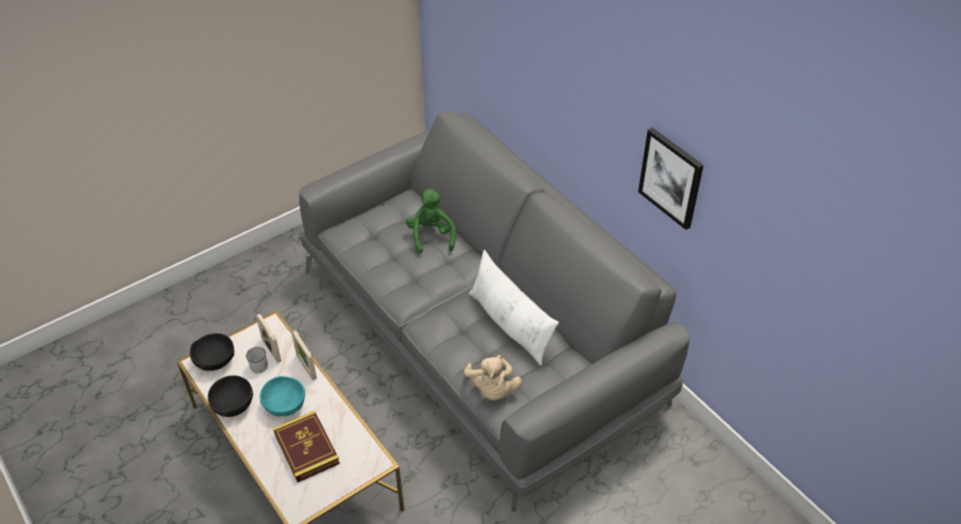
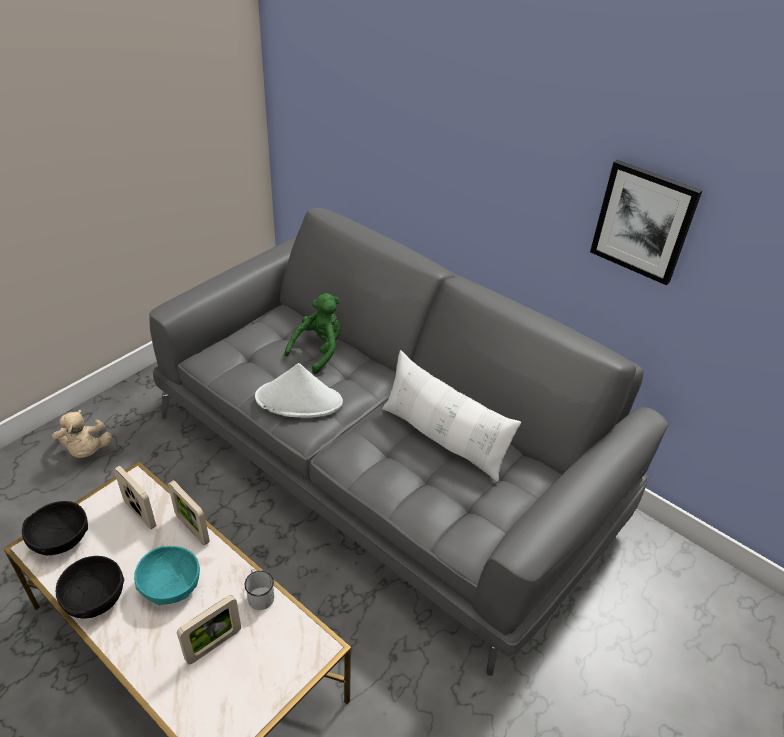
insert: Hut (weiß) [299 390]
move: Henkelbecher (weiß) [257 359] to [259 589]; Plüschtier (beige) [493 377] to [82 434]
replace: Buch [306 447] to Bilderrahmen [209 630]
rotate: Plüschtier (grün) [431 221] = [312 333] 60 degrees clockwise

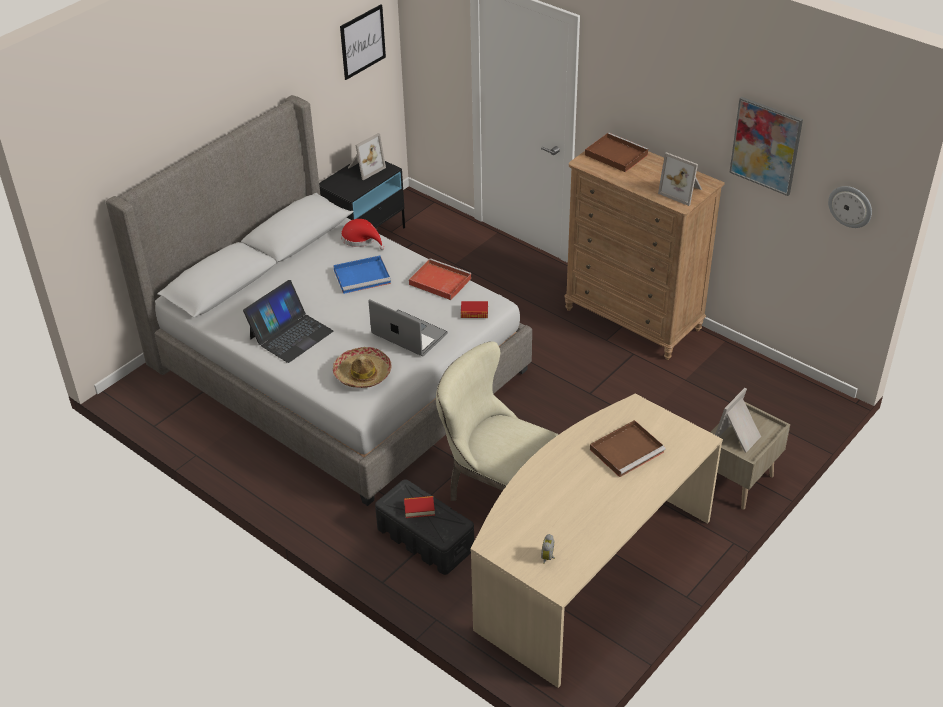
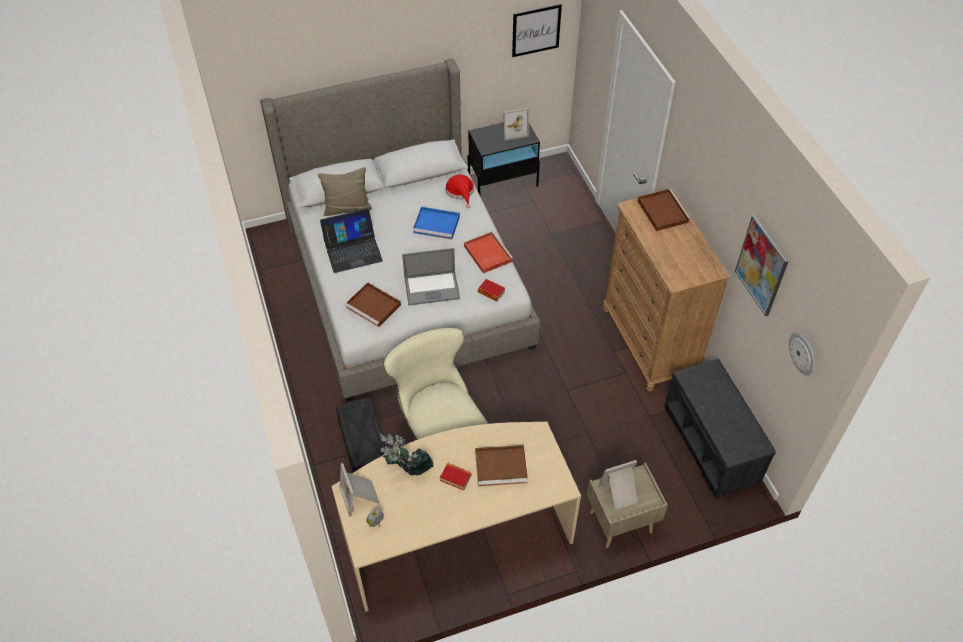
insert: Kissen (beige) [345 191]; Bank (grau) [720 428]; Topfpflanze [407 454]
move: Bilderrahmen [680 179] to [360 490]; Buch [419 507] to [456 477]
replace: Hut [362 367] to Tablett (braun) [373 304]
rotate: Laptop [408 328] = [431 276] 105 degrees clockwise

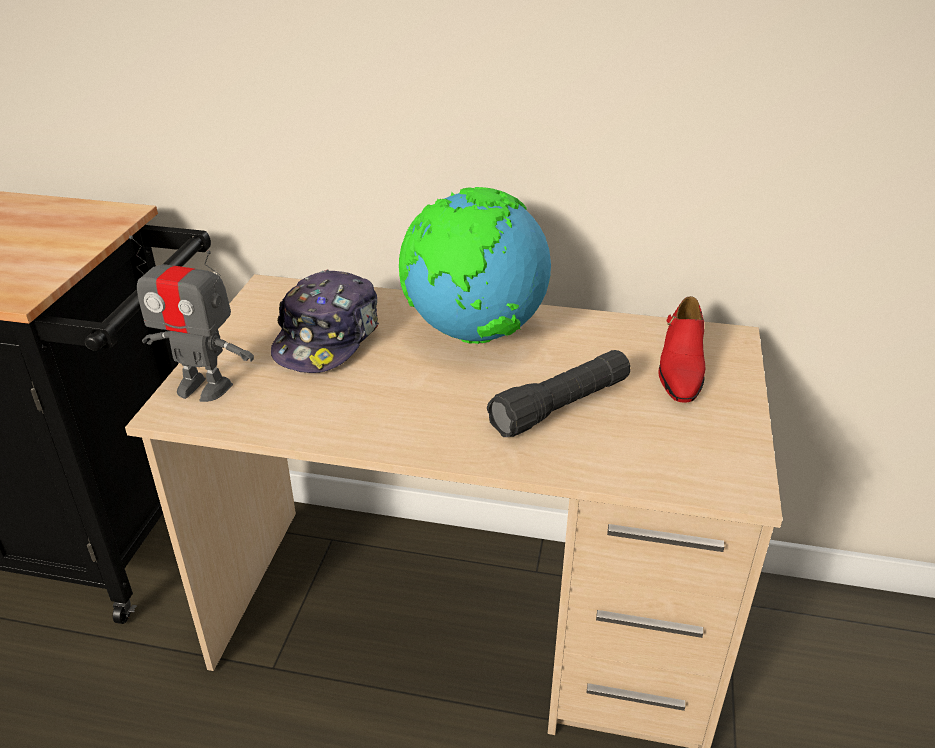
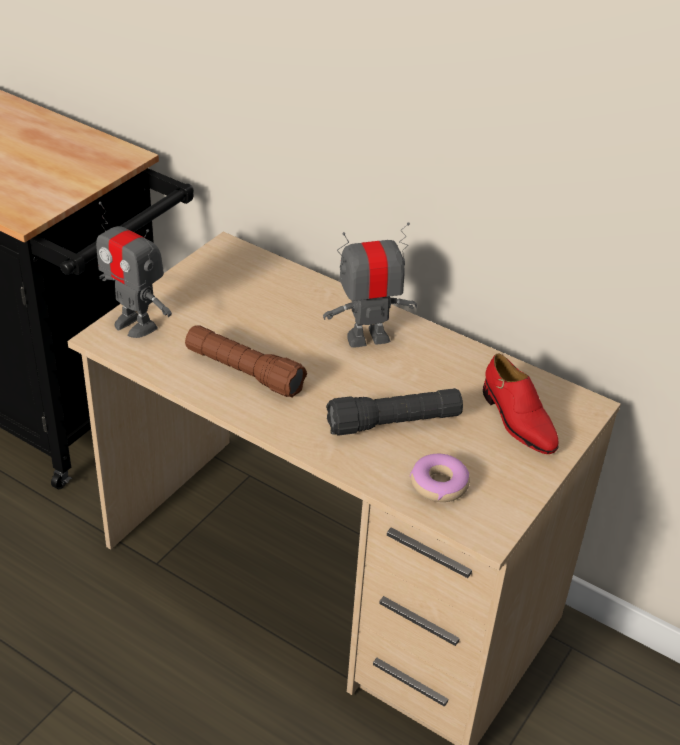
delete: Kappe [325 321]
insert: Taschenlampe (braun) [246 361]; Donut [440 478]
replace: Globus [475 265] to Spielzeugroboter [370 285]
rotate: Schuh (rot) [681 349] = [521 404] 60 degrees counterclockwise

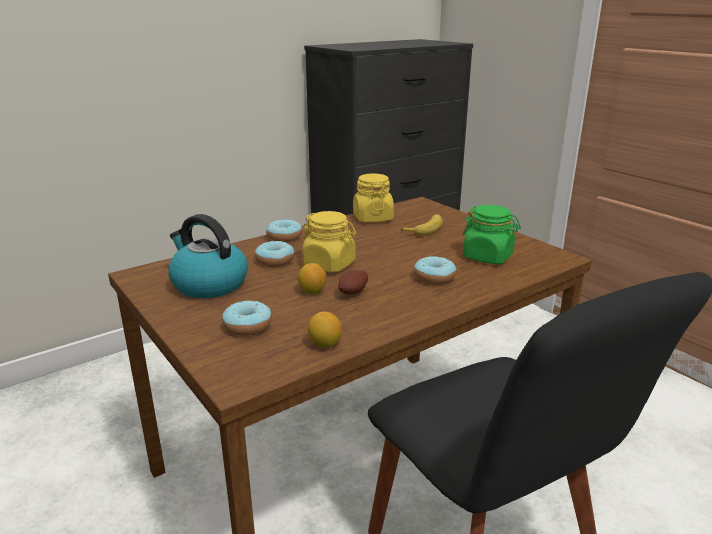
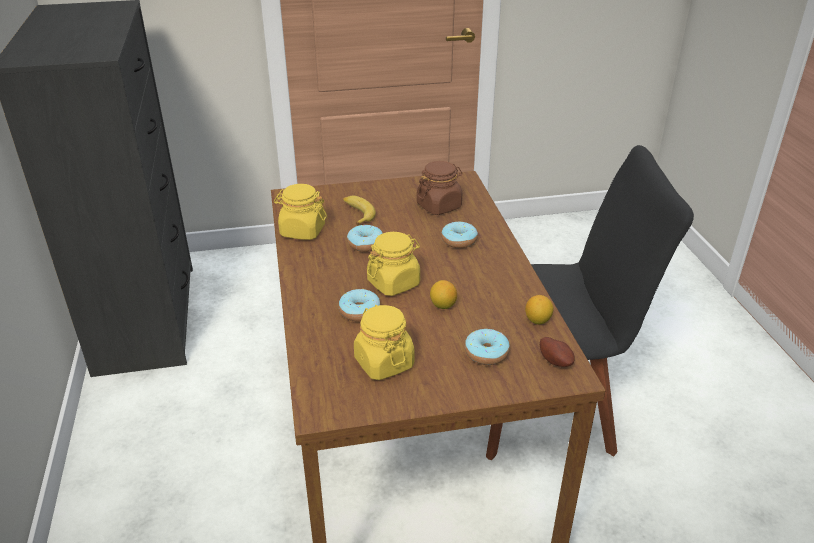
move: Donut [284 230] to [365 238]; Kartoffel [353 282] to [557 352]
replace: Wasserkessel [208 256] to Vorratsglas (gelb) [384 342]
recolor: Vorratsglas (grün) [492 234] to Vorratsglas (braun) [440 188]

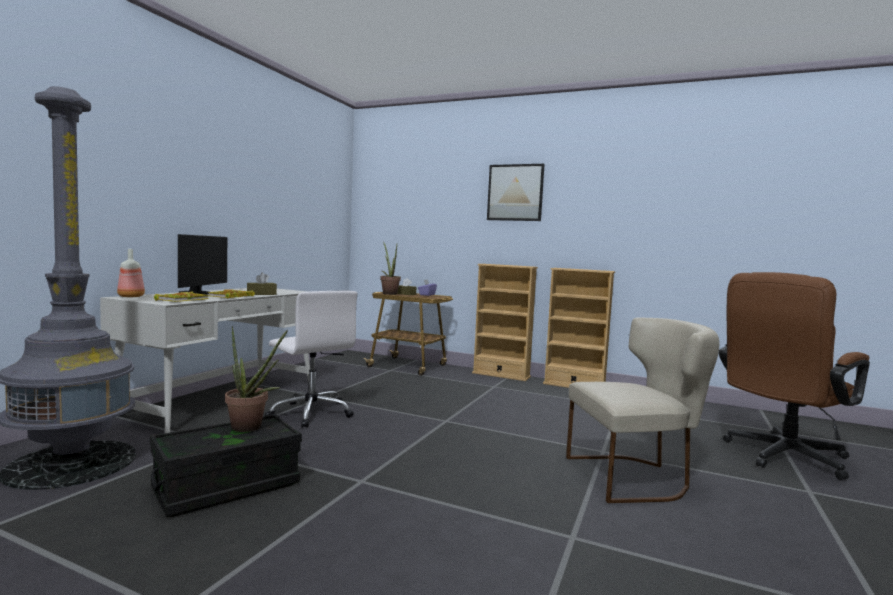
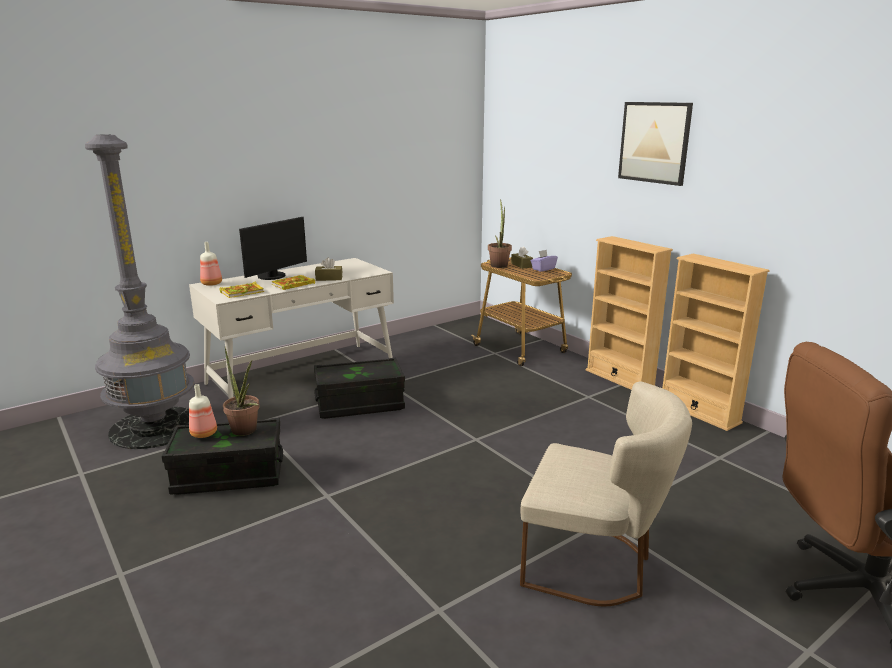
insert: Flasche [203 411]
replace: Bürostuhl (weiß) [310 359] to Aufbewahrungsbox (schwarz) [359 388]

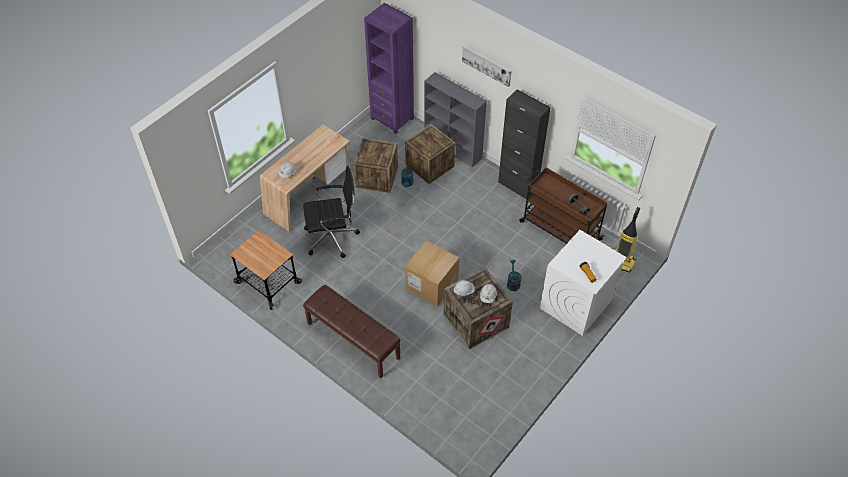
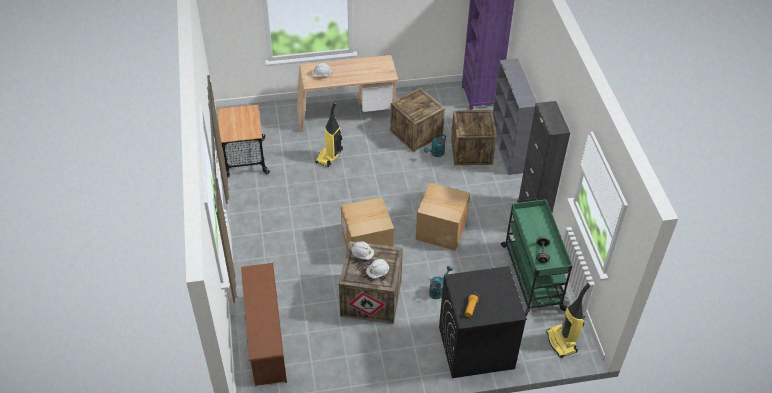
delete: Bild [486 66]; Bank (braun) [352 331]
insert: Karton [442 217]; Schuhregal (braun) [264 324]
replace: Bürostuhl (schwarz) [331 212] to Staubsauger [329 134]
recolor: Rollwagen (braun) [563 205] to Rollwagen (grün) [537 257]; Waschmaschine (weiß) [583 283] to Waschmaschine (schwarz) [483 322]

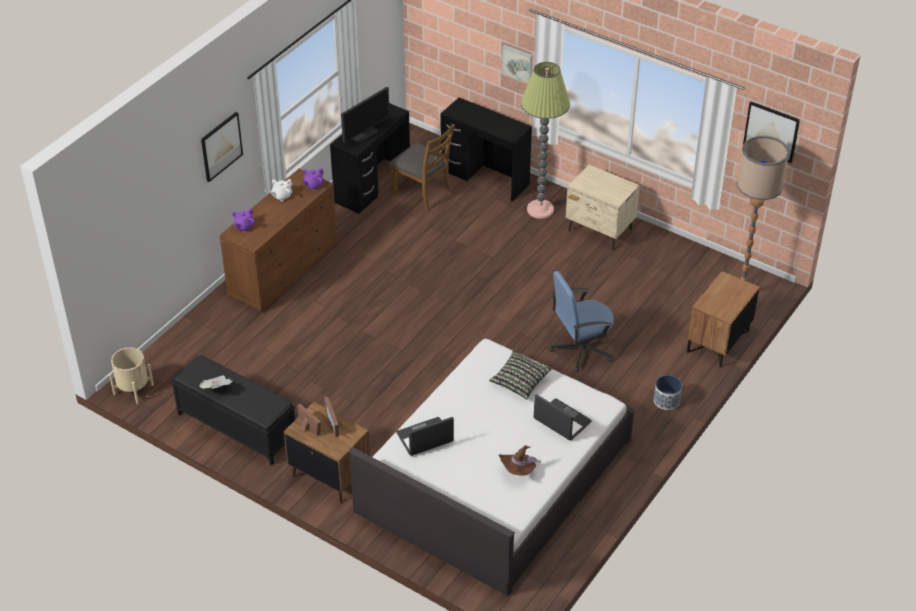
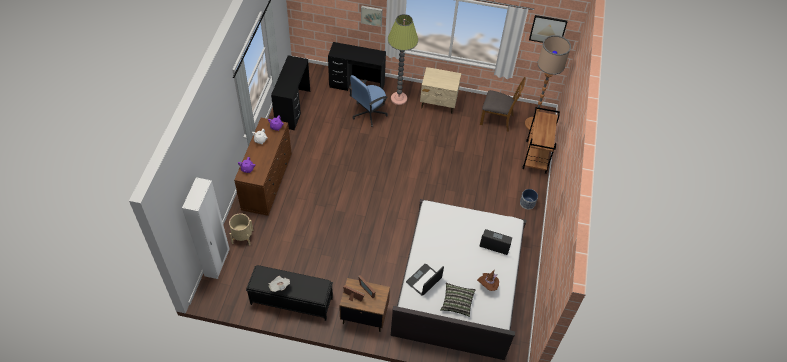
delete: Monitor [365 115]; Bild [222 147]
insert: Kleiderschrank (weiß) [206 228]
move: Stuhl (braun) [422 168] to [503 104]; Bürostuhl (blau) [582 321] to [368 101]; Pflanzkübel (beige) [131 375] to [241 229]; Kissen [520 375] to [458 300]
replace: Nachttisch (braun) [723 319] to Rollwagen (braun) [541 140]

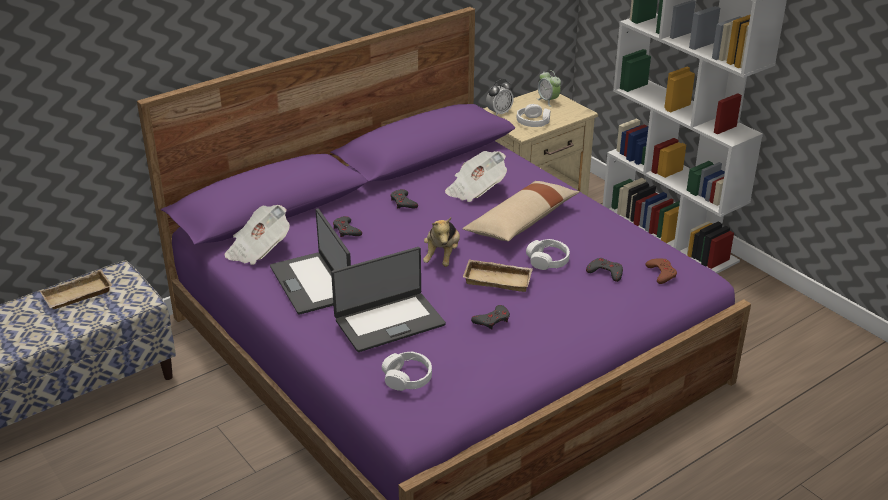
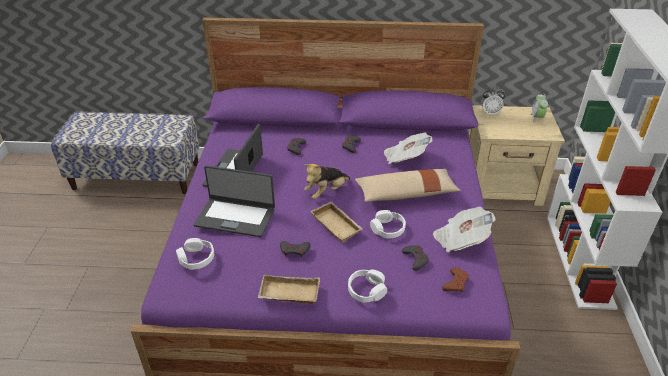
move: Kopfhörer (weiß) [533 115] to [367 286]; Zeitung [257 235] to [464 229]; Tablett (beige) [76 289] to [289 289]

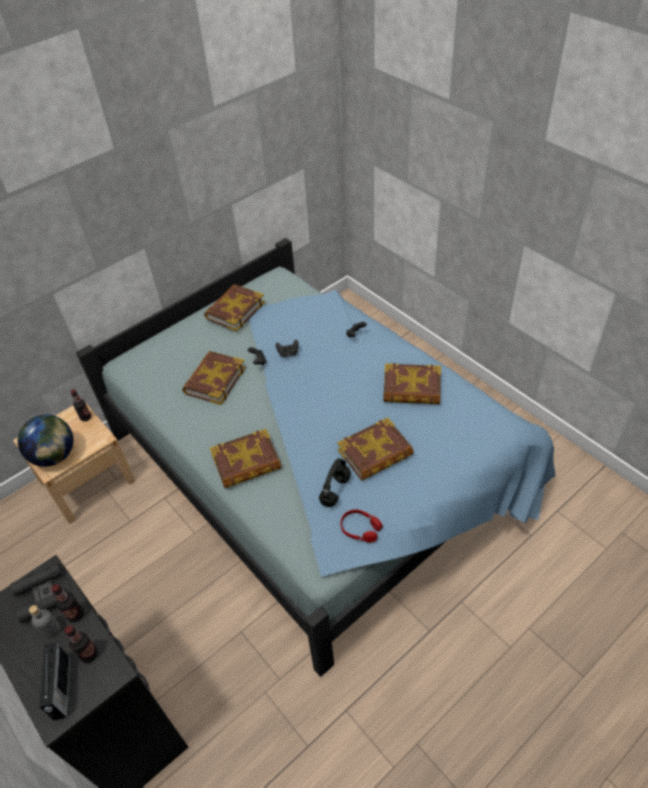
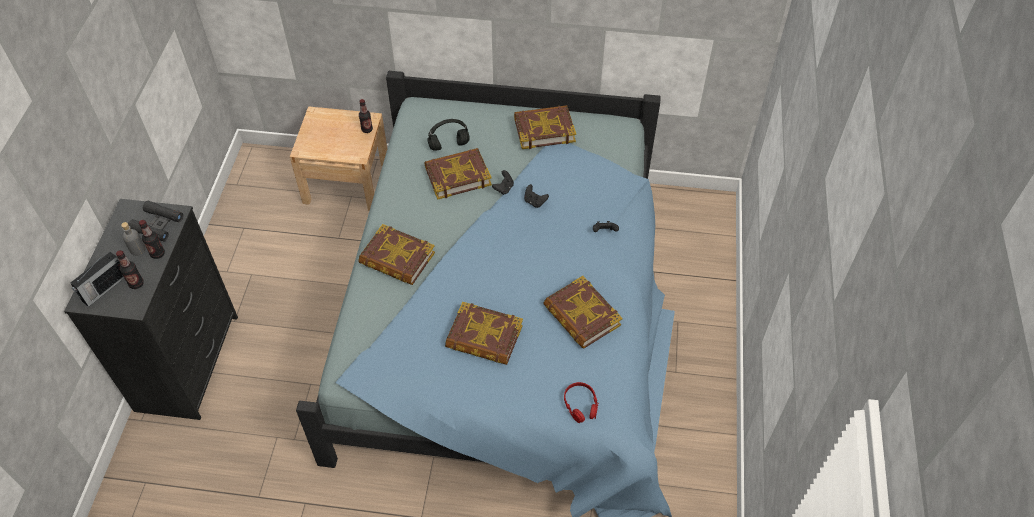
delete: Globus [45 441]
move: Kopfhörer (schwarz) [335 482] to [448 135]; Kopfhörer (rot) [362 526] to [581 402]

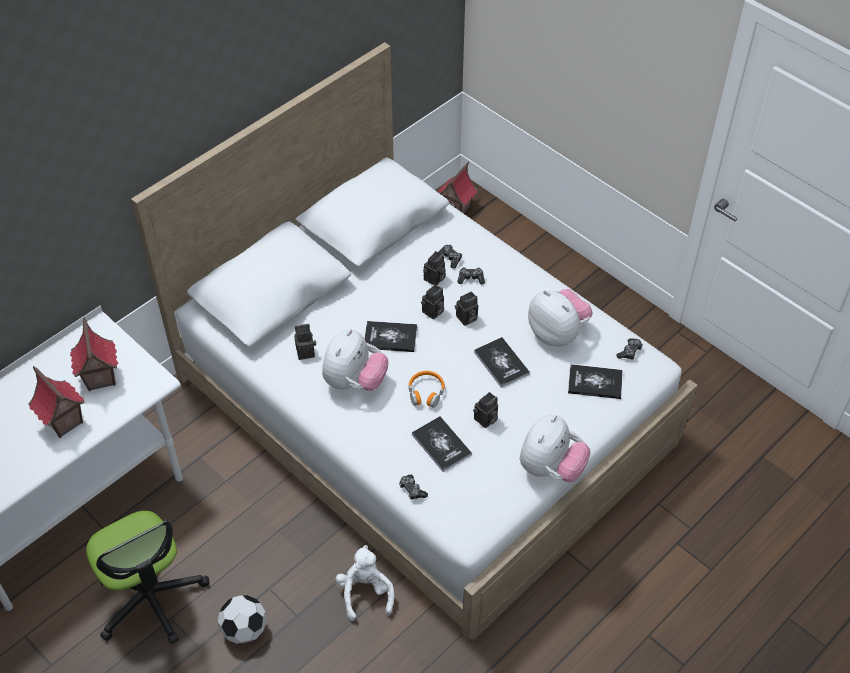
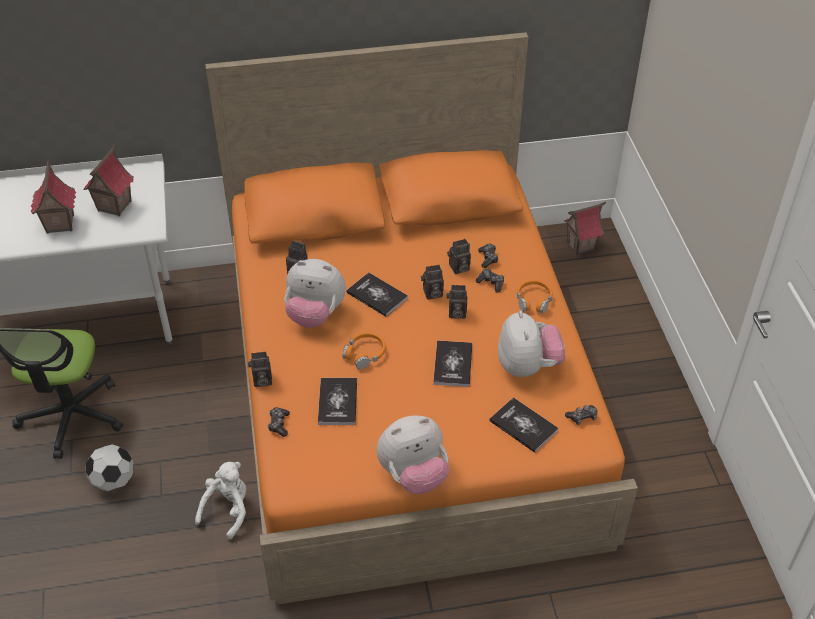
insert: Kopfhörer (orange) [535 297]
move: Kamera [485 410] to [260 369]
recolor: Bett (weiß) [414 341] to Bett (orange) [421 318]
rotate: Plüschtier [355 360] = [315 293] 45 degrees clockwise

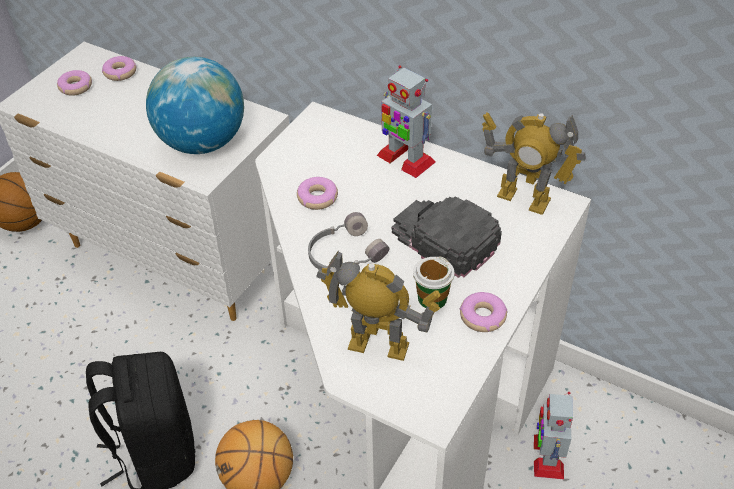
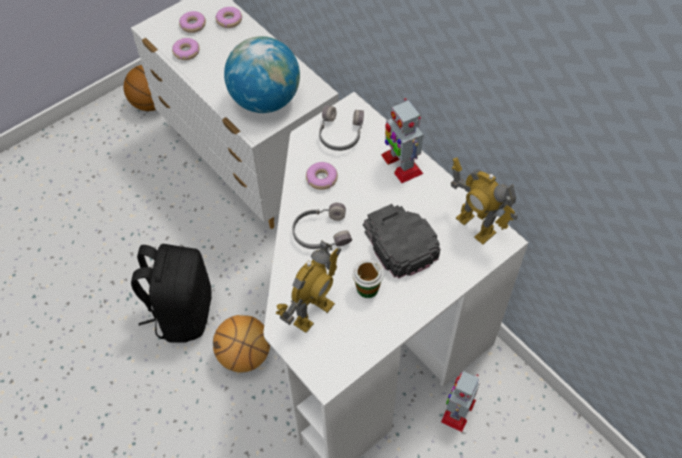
insert: Kopfhörer (grau) [341 128]
move: Donut [484 312] to [186 49]
rotate: Spielzeugroboter [378 305] = [308 286] 90 degrees clockwise

